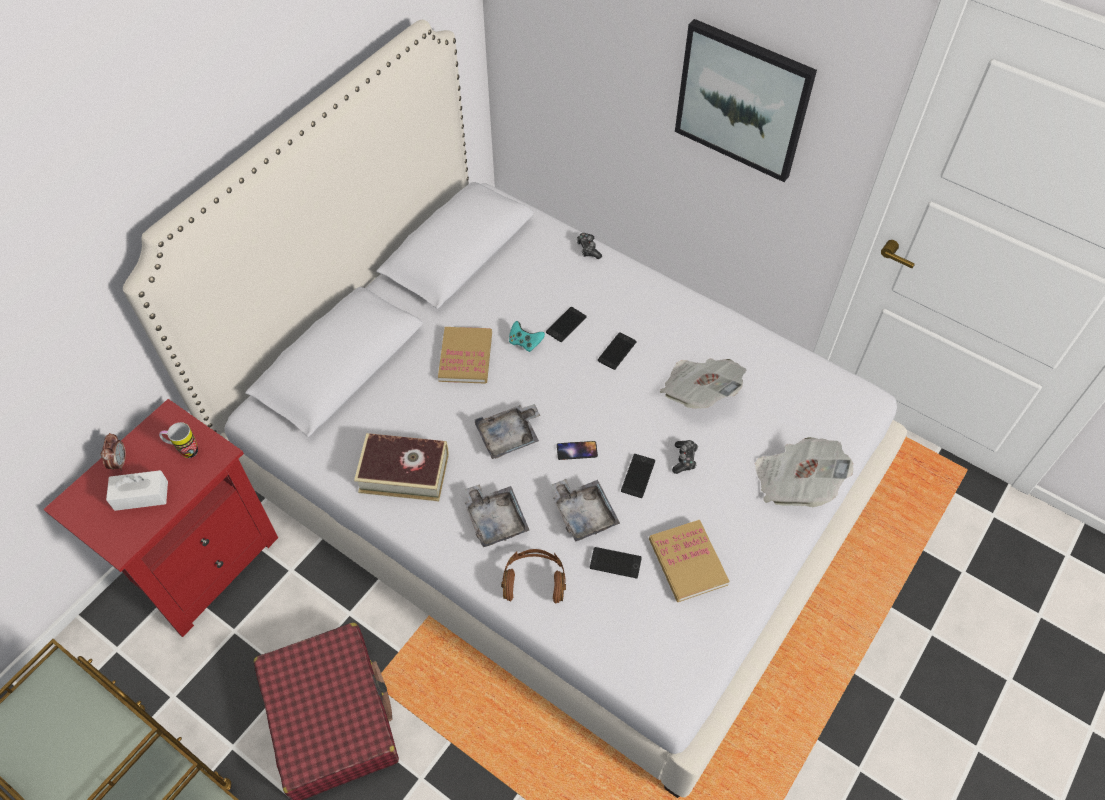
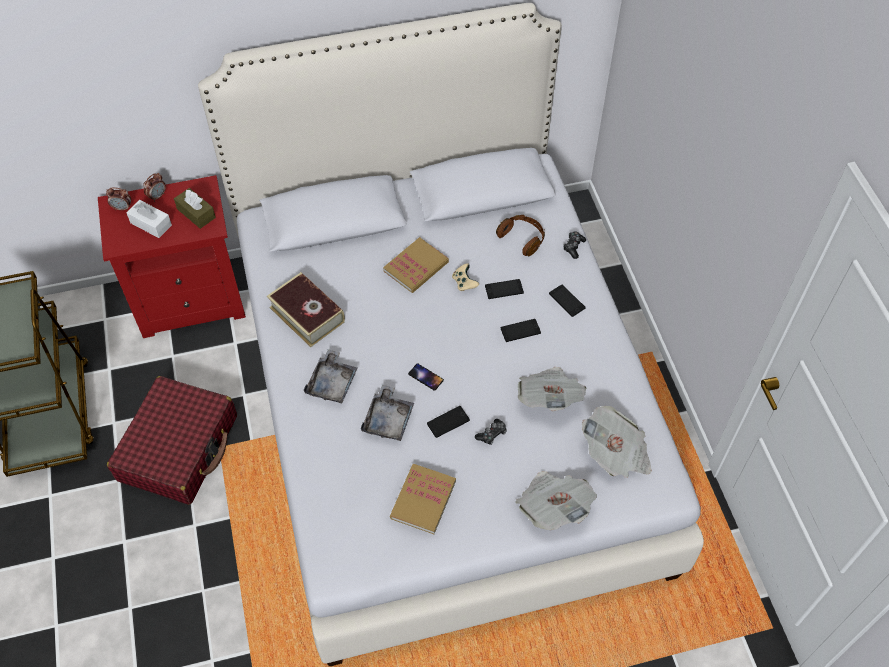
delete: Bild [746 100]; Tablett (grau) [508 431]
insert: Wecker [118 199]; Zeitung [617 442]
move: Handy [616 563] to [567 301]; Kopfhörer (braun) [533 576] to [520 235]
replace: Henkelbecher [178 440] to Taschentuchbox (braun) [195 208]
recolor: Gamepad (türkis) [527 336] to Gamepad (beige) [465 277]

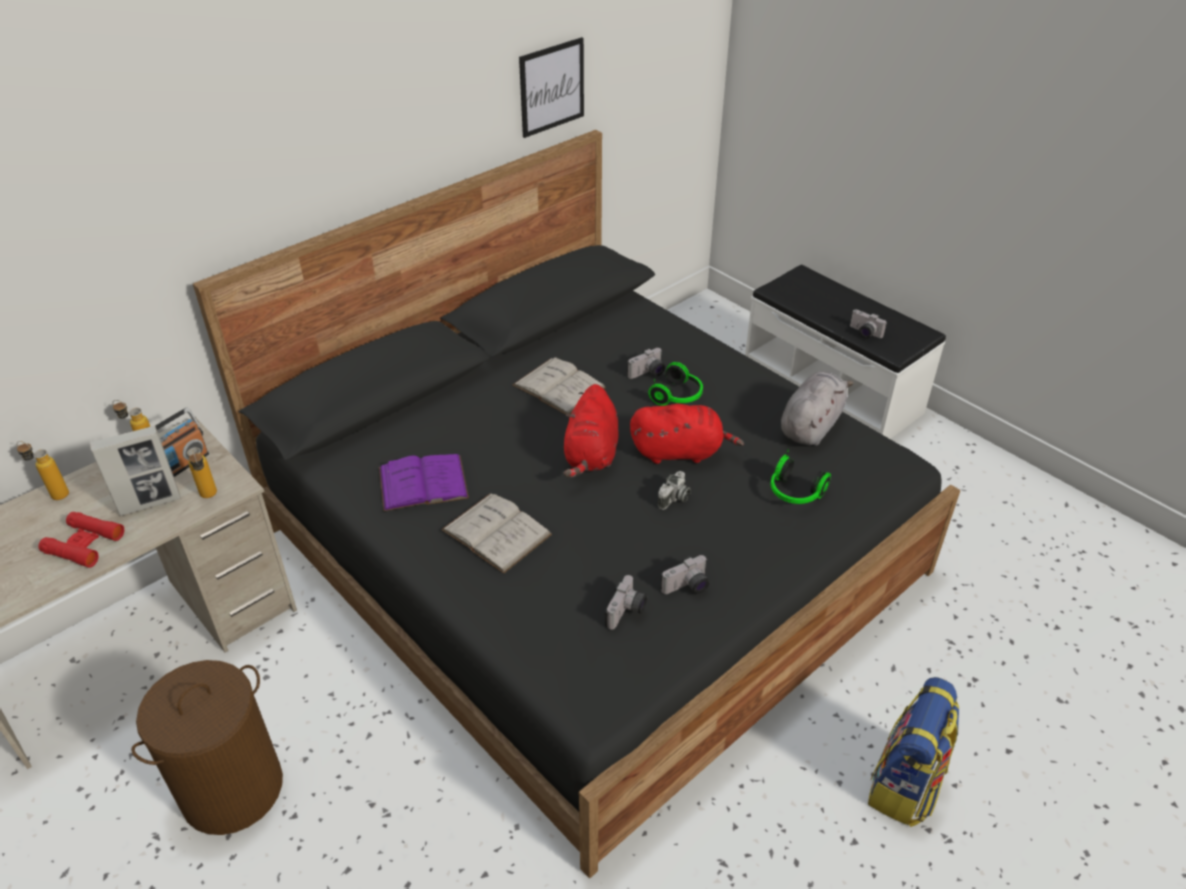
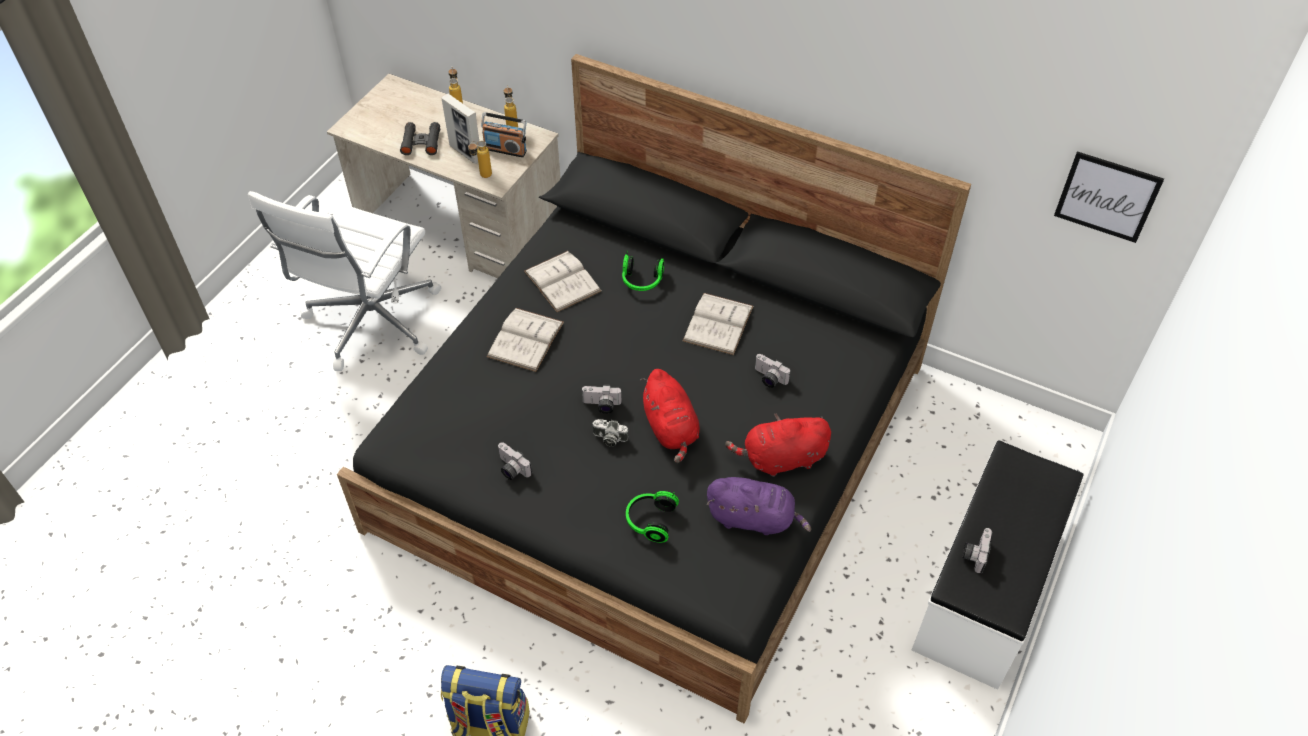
move: Bild [551 87] to [1109 197]; Kopfhörer [675 384] to [643 270]; Plüschtier (rot) [591 431] to [778 445]; Kamera [625 602] to [601 399]
replace: Wäschekorb (braun) [207 747] to Bürostuhl (weiß) [344 281]
recolor: Plüschtier (grau) [817 409] to Plüschtier (lila) [759 506]; Buch (lila) [424 482] to Buch (weiß) [562 281]; Fernglas (rot) [81 540] to Fernglas (schwarz) [420 138]

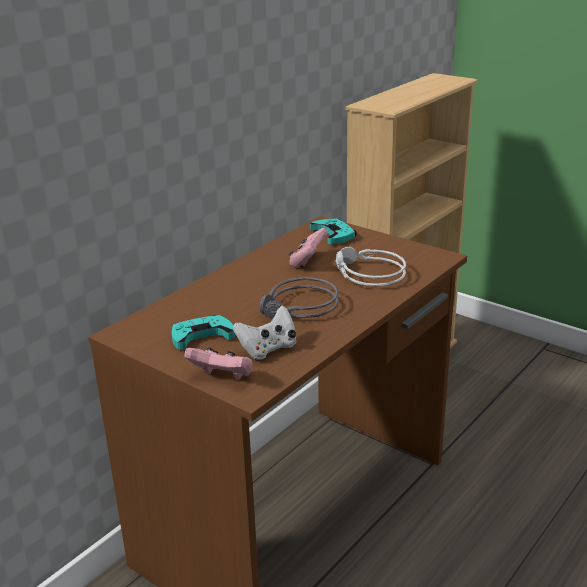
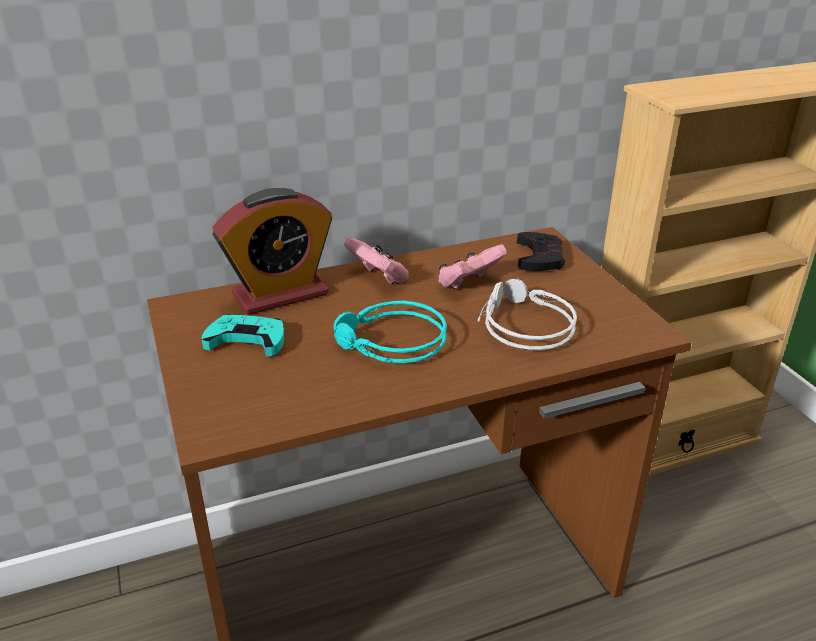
delete: Gamepad (weiß) [264 333]
insert: Wecker [272 251]
move: Gamepad (rosa) [218 363] to [376 260]
recolor: Gamepad (türkis) [333 232] to Gamepad (schwarz) [541 251]; Kopfhörer (grau) [299 298] to Kopfhörer (türkis) [390 332]

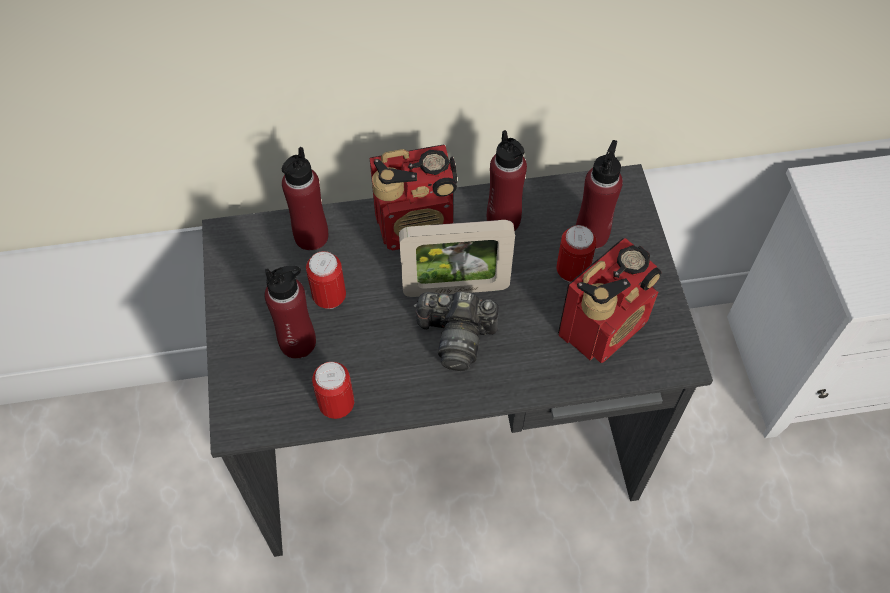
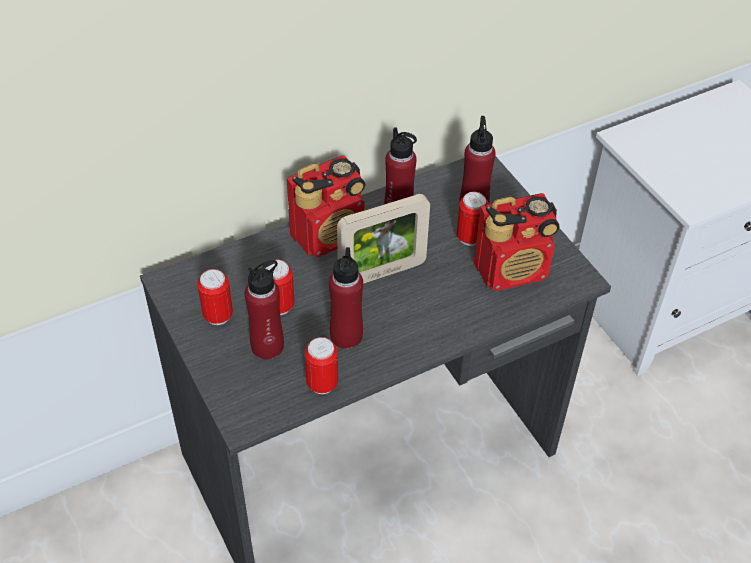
delete: Kamera [456 331]
insert: Dose [215 297]
move: Flasche (rot) [305 199] to [346 298]
rotate: Radio [609 300] = [516 242] 45 degrees clockwise

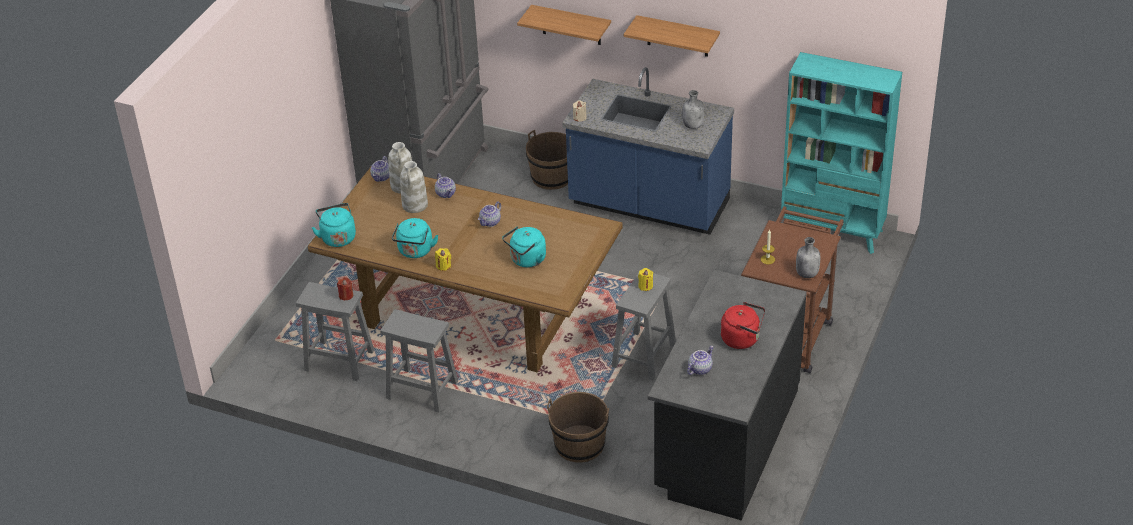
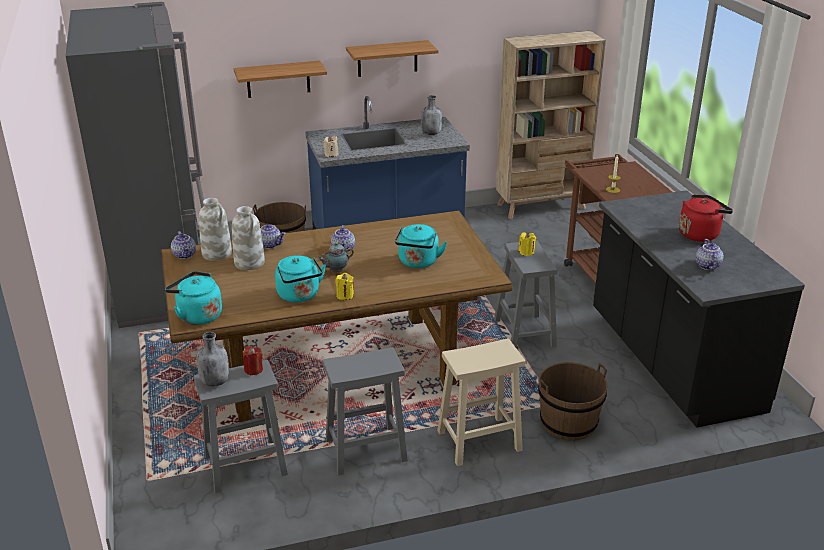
insert: Teekanne [336 257]; Hocker (beige) [481 402]
move: Flasche (grau) [808 257] to [213 359]
recolor: Bücherregal (türkis) [841 153] to Bücherregal (beige) [551 125]

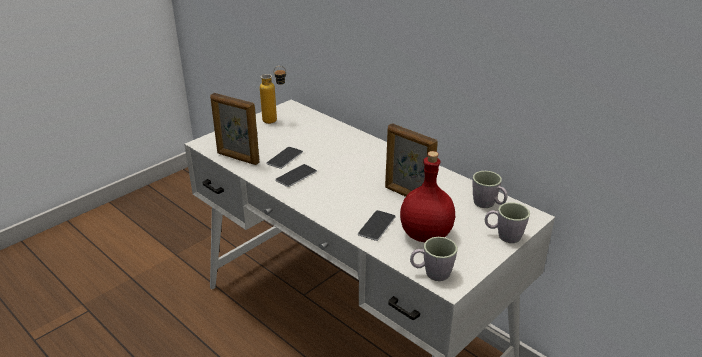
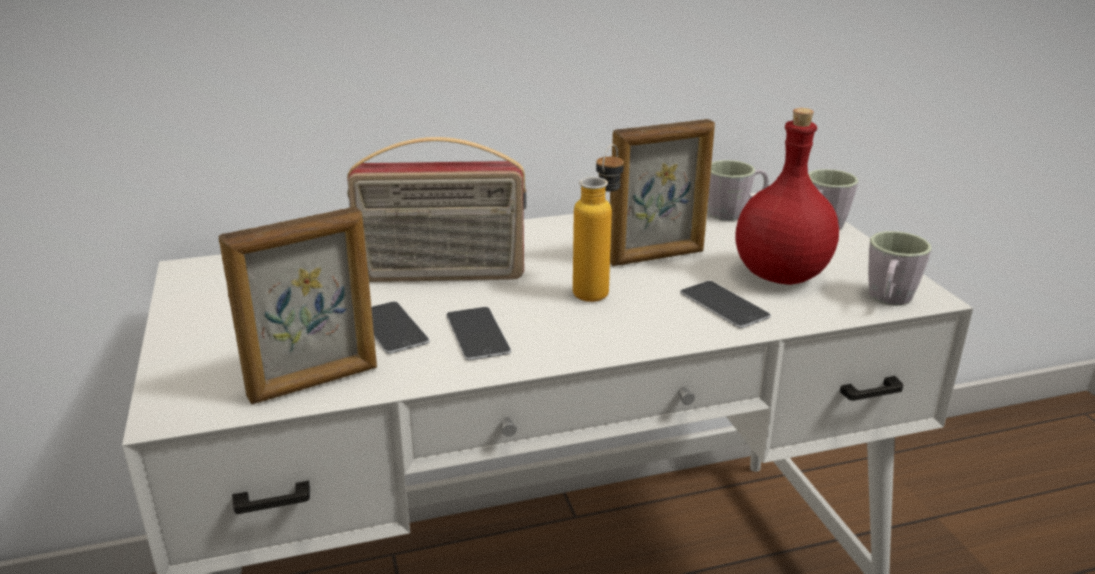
insert: Radio [436 209]
move: Flasche [273 95] to [598 223]

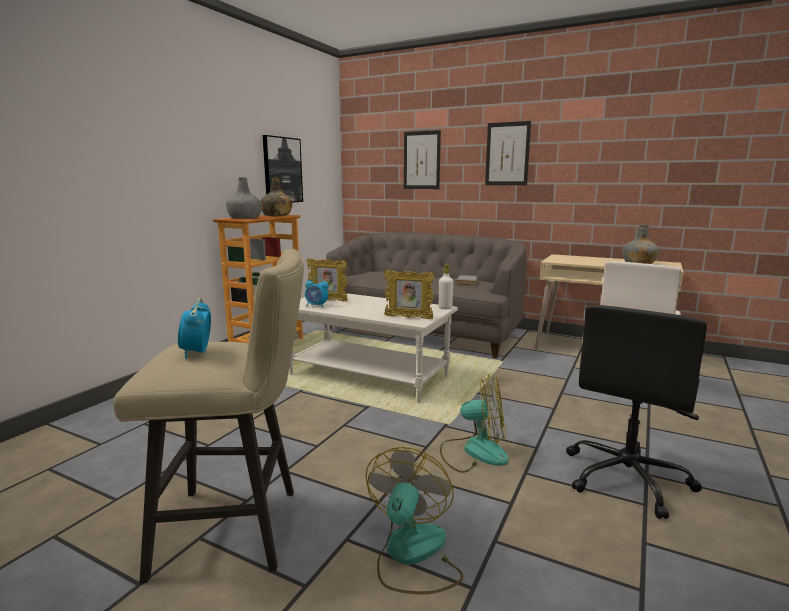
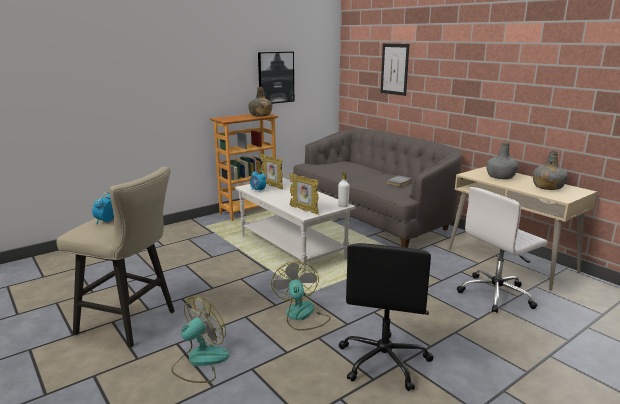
delete: Bild [508 153]
move: Flasche (grau) [244 198] to [502 160]
rotate: Bürostuhl (schwarz) [636 412] = [386 317] 45 degrees counterclockwise; Ventilator [474 423] = [301 296] 135 degrees counterclockwise

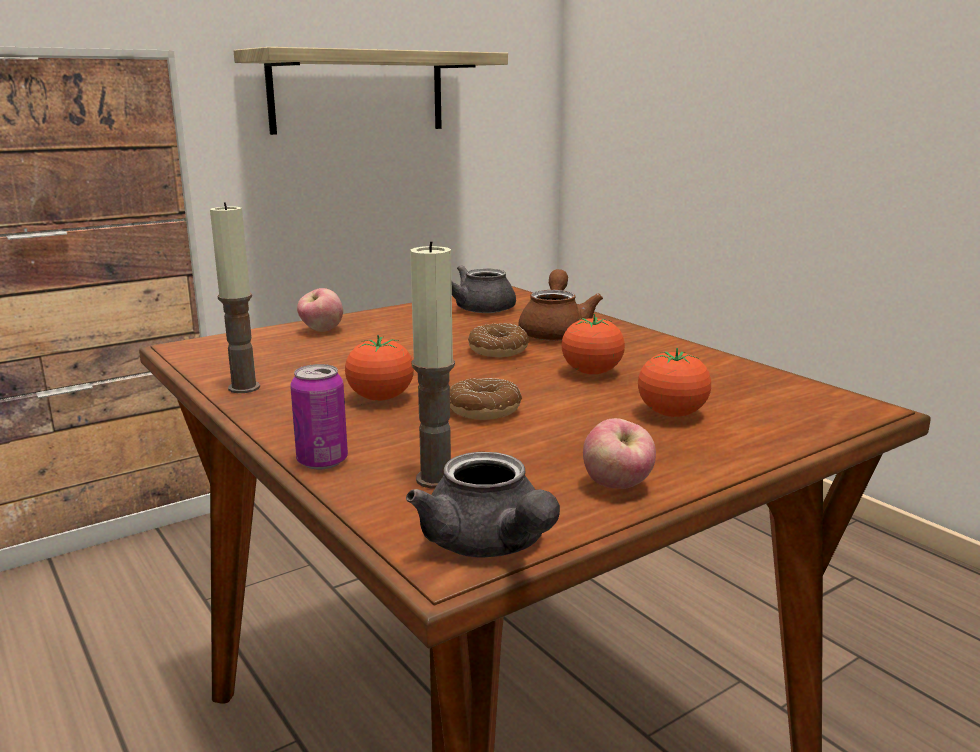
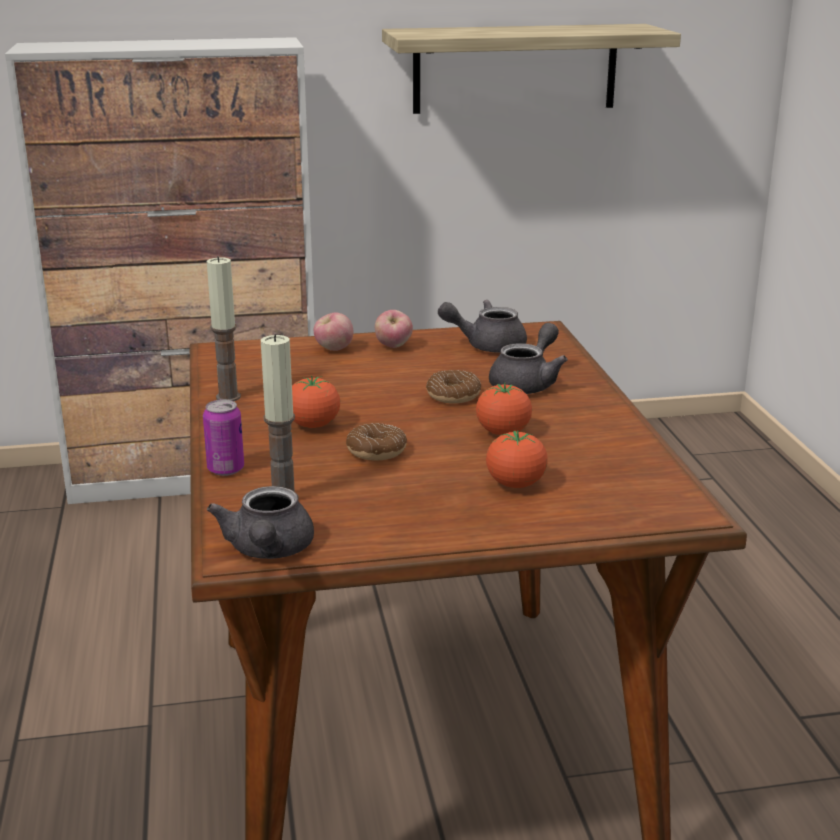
move: Apfel [619 453] to [394 329]
recolor: Teekanne (braun) [560 305] to Teekanne (grau) [528 358]

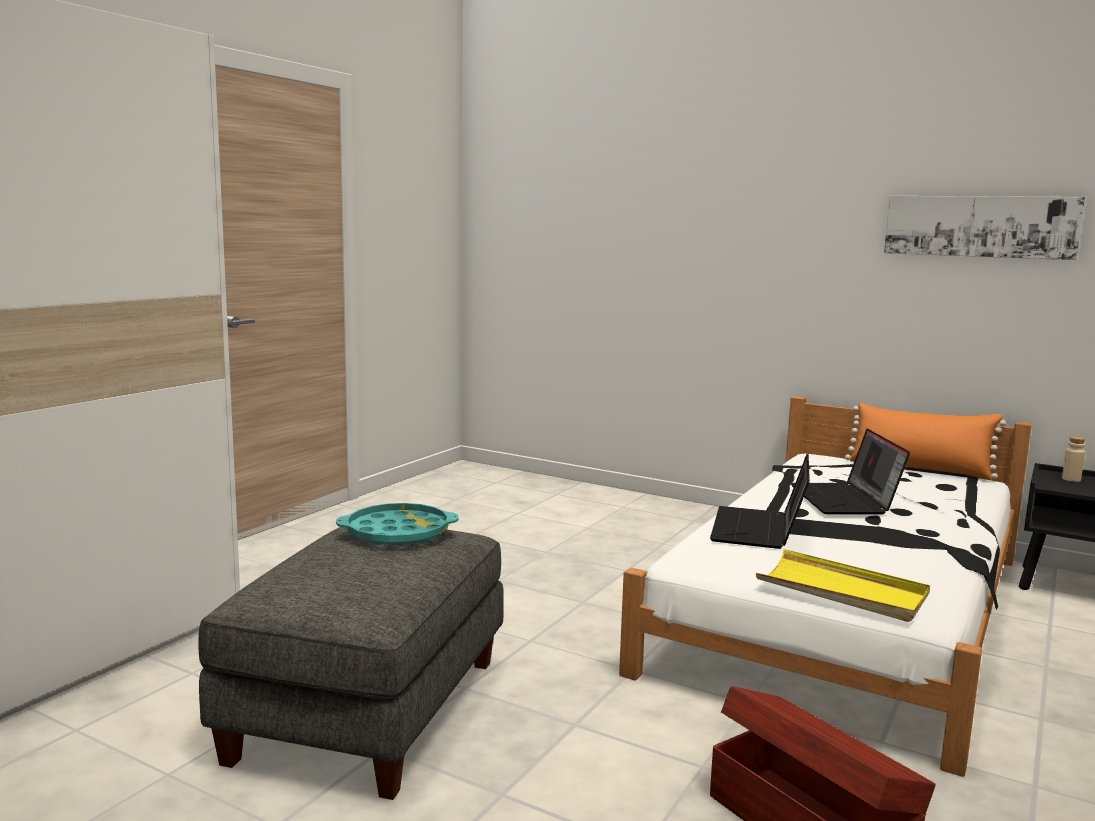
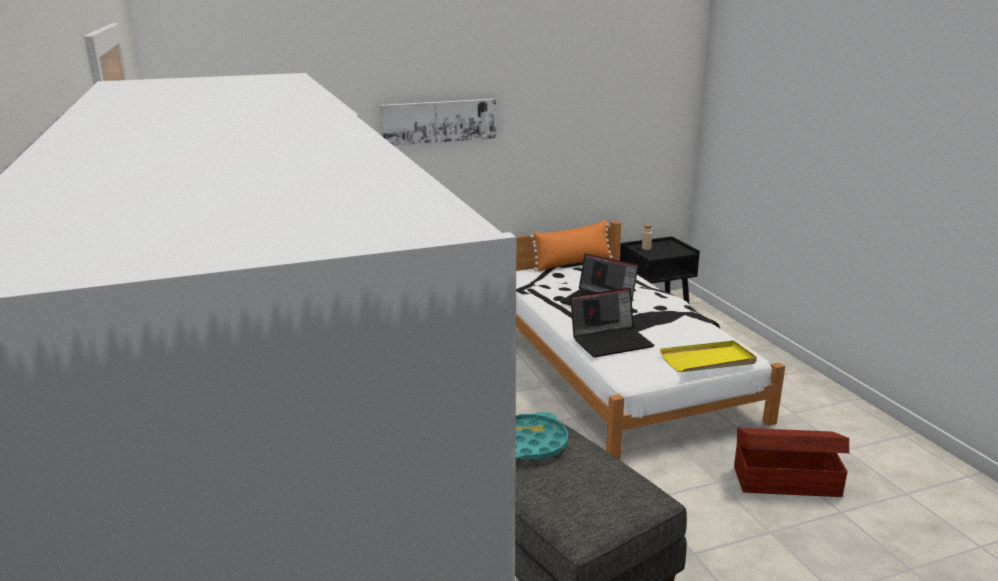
move: Bild [984 228] to [438 122]
rotate: Laptop [760 501] = [612 322] 75 degrees counterclockwise

